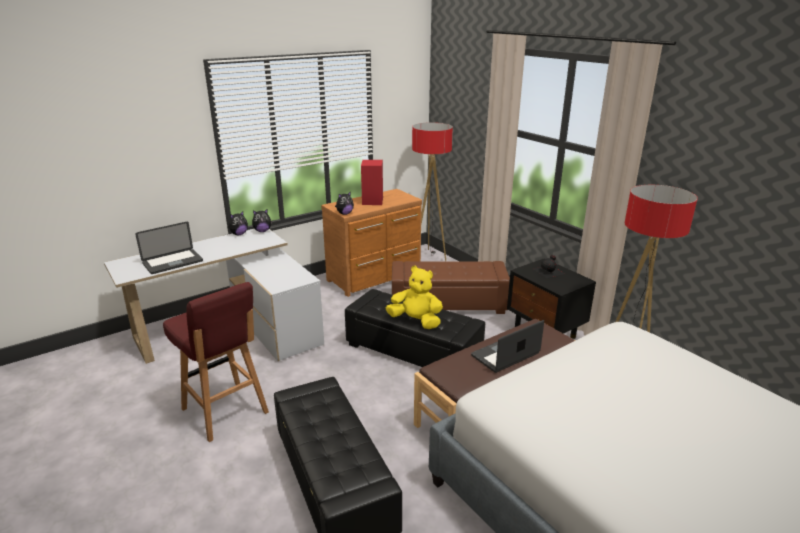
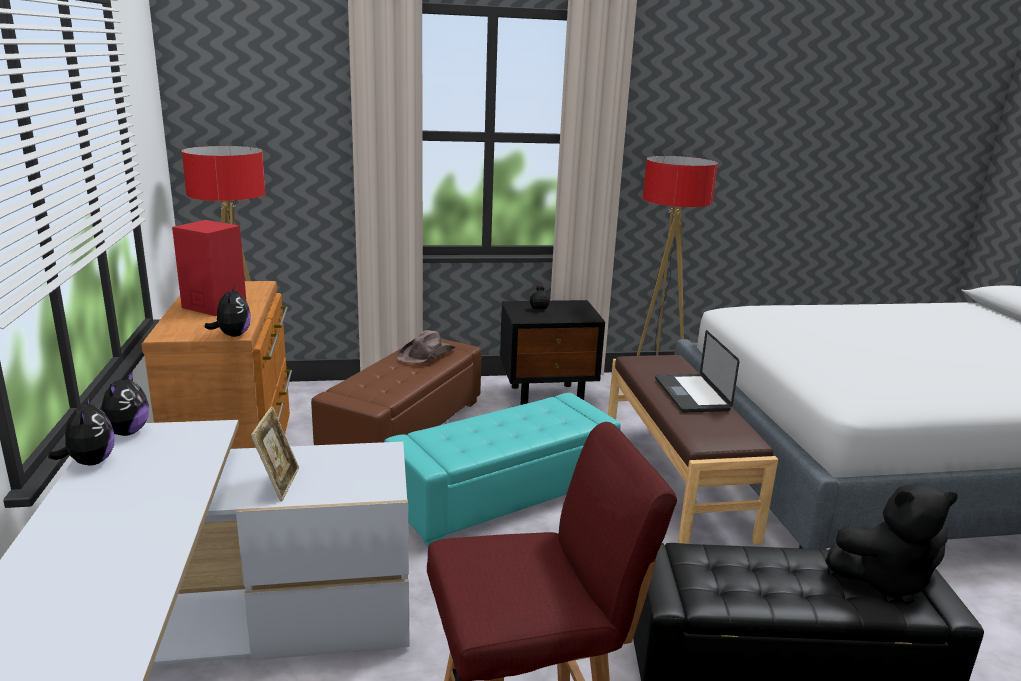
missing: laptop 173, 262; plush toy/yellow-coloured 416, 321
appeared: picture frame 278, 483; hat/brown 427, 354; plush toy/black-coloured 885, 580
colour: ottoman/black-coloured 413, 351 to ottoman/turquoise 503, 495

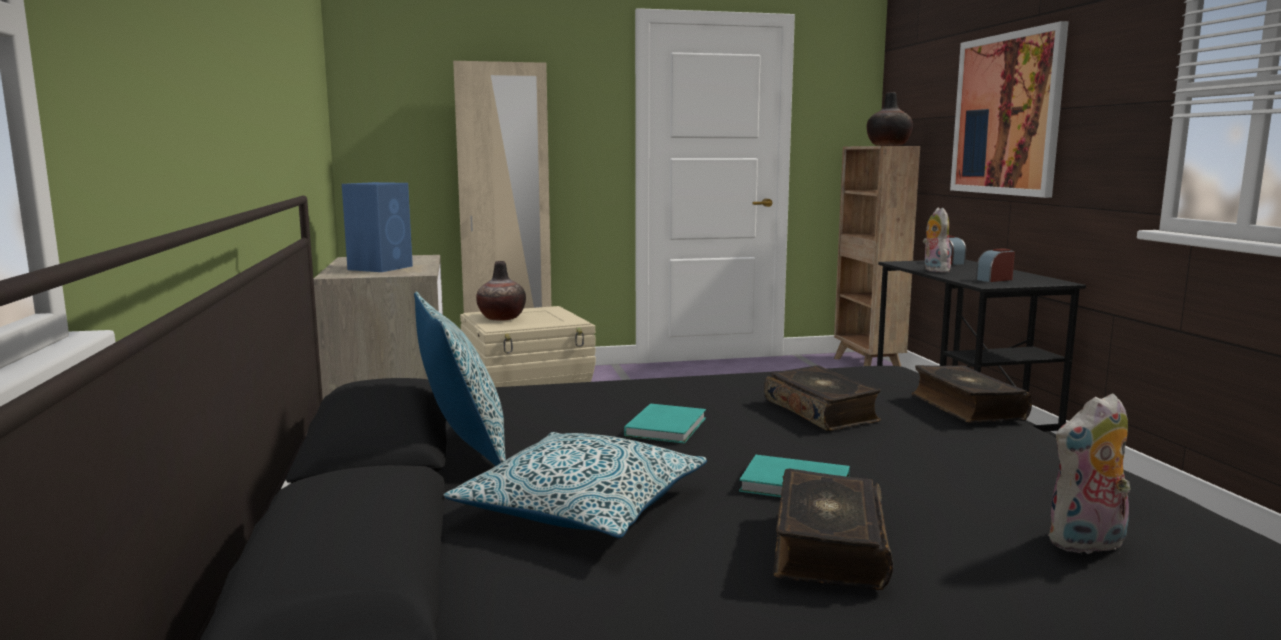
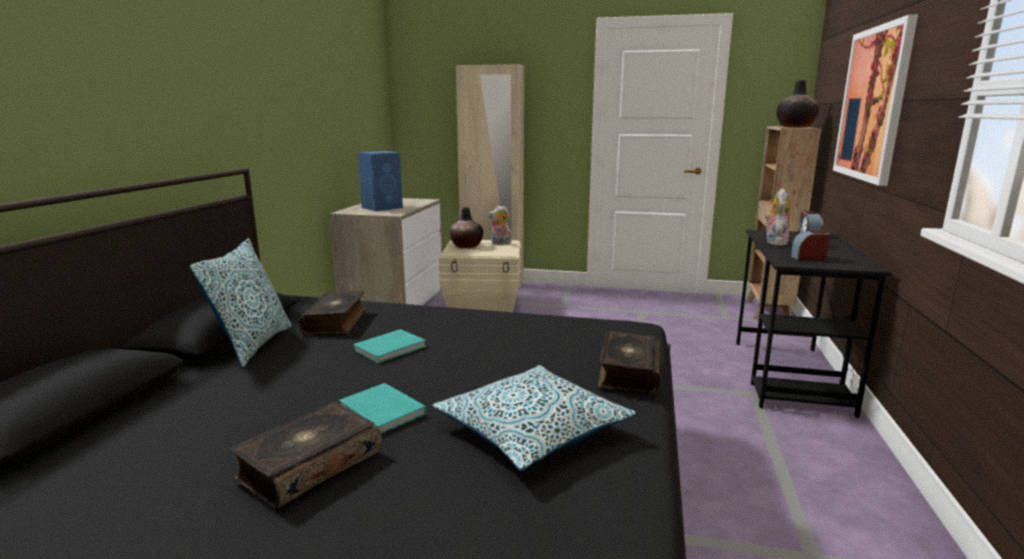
relocated: cushion 582, 507 to 532, 431; bound book 822, 411 to 336, 321; plush toy 1087, 544 to 500, 244

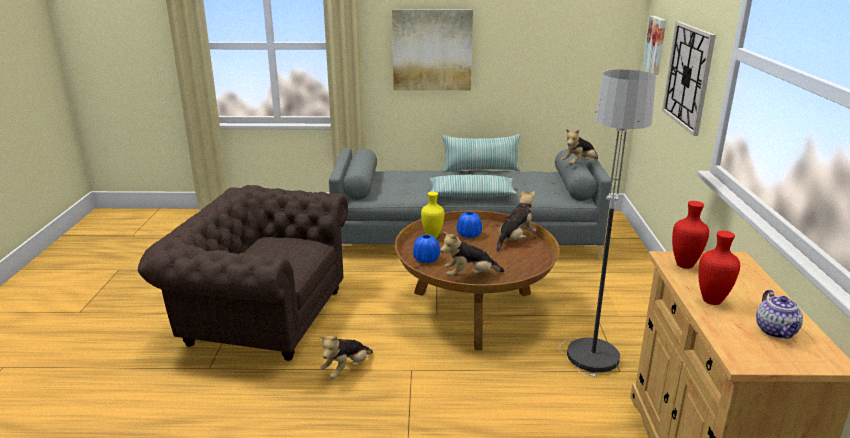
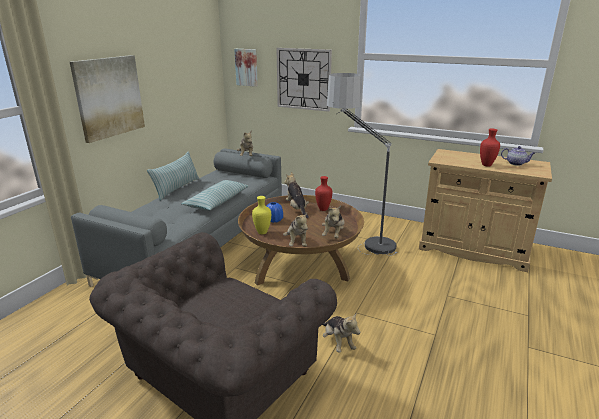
relocated: vase/red 683, 265 to 323, 209
exchanged: vase/blue-coloured 426, 259 to plush toy 296, 243

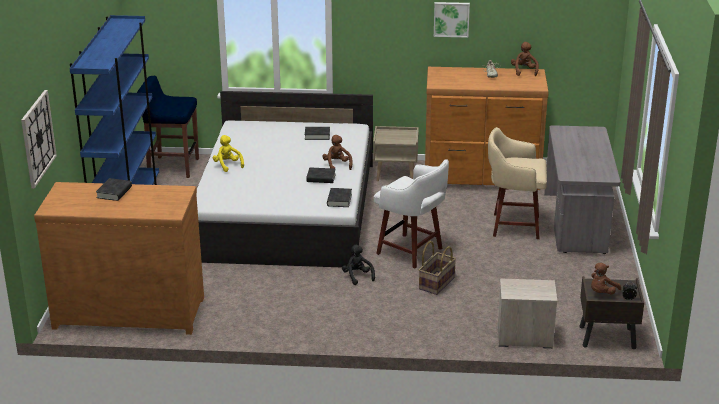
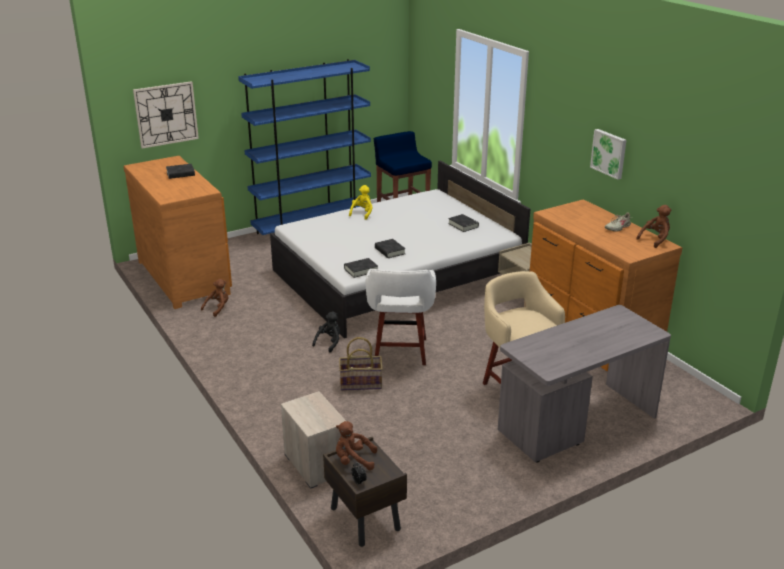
relocated: plush toy/brown 337, 165 to 218, 308

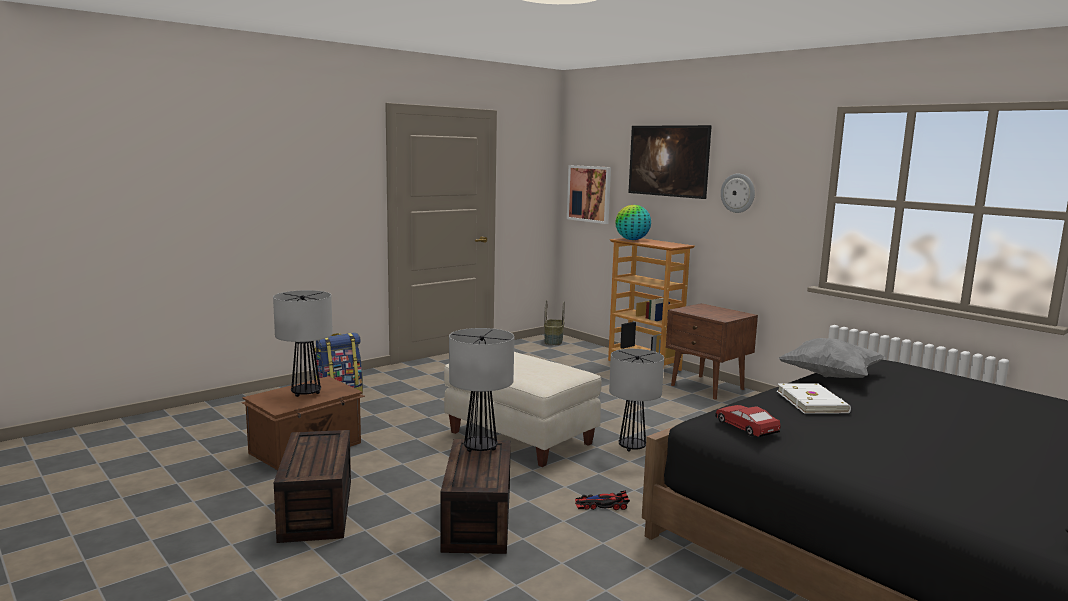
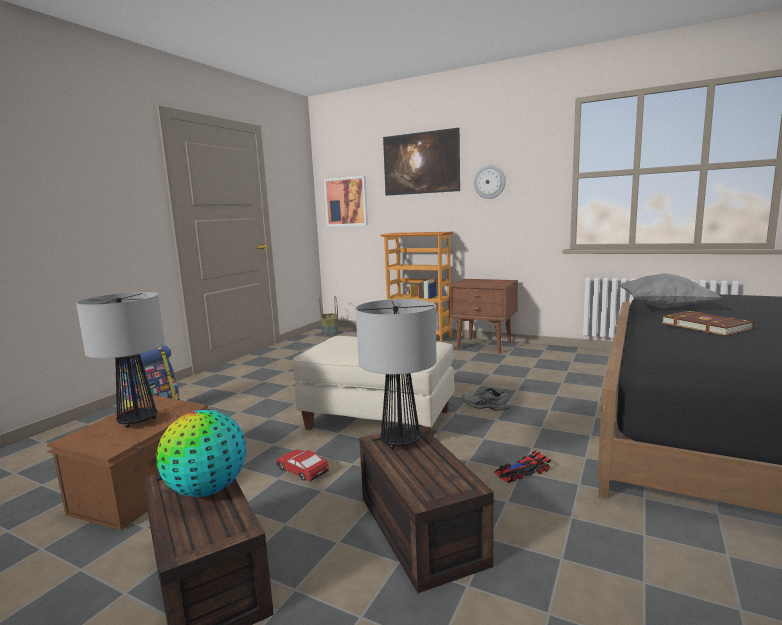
relocated: desk globe 632, 240 to 207, 490; miniature car 745, 427 to 302, 470
exchanged: lamp for a table 632, 447 to low shoe/greyish 484, 406
colour: bound book/white 813, 402 to bound book/brown 705, 326

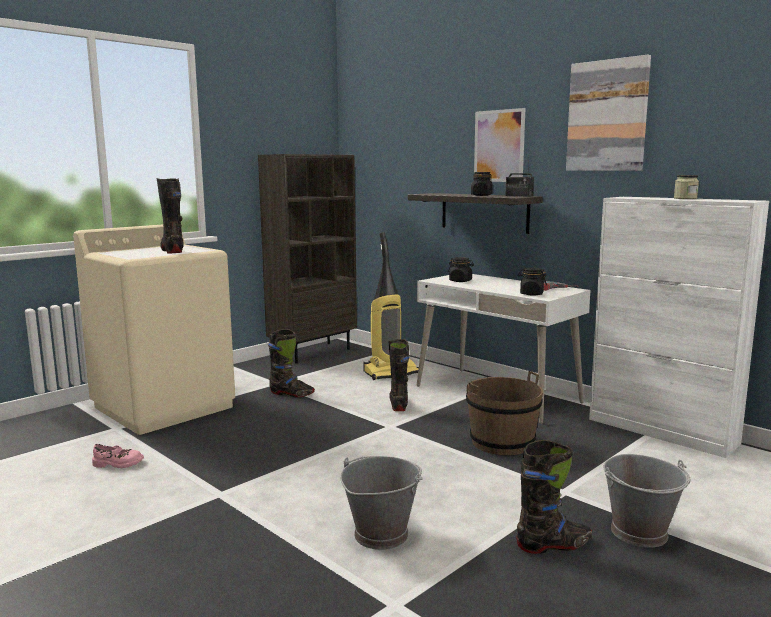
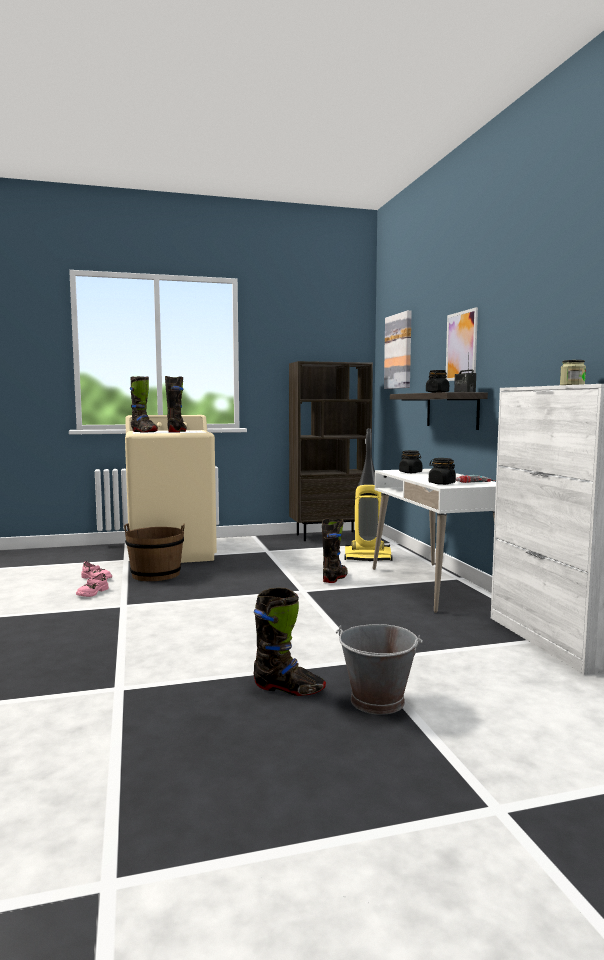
missing: water bucket/greyish 380, 534
appeared: low shoe/pinkish 92, 593
relocated: tall boot/black-coloured 291, 394 to 144, 432; water bucket/brown 502, 442 to 156, 574; wall art 607, 116 to 399, 351

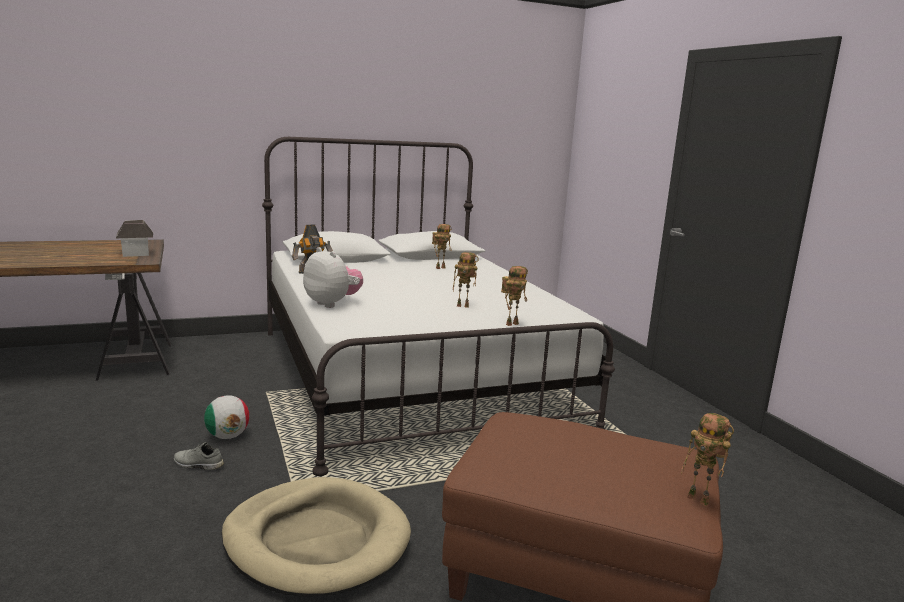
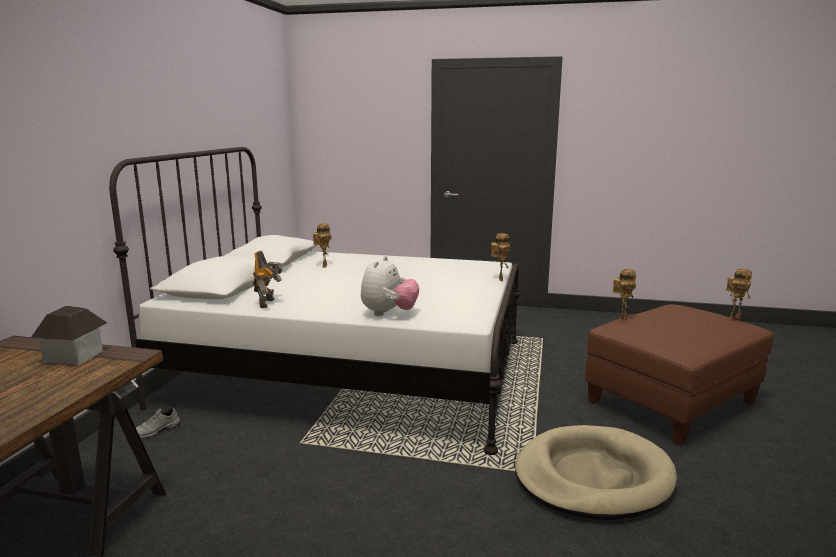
missing: football ball 227, 436
relocated: low shoe/greyish 197, 465 to 156, 431; model robot 463, 306 to 622, 318
spun: plush toy 332, 303 = 388, 313 120 degrees clockwise

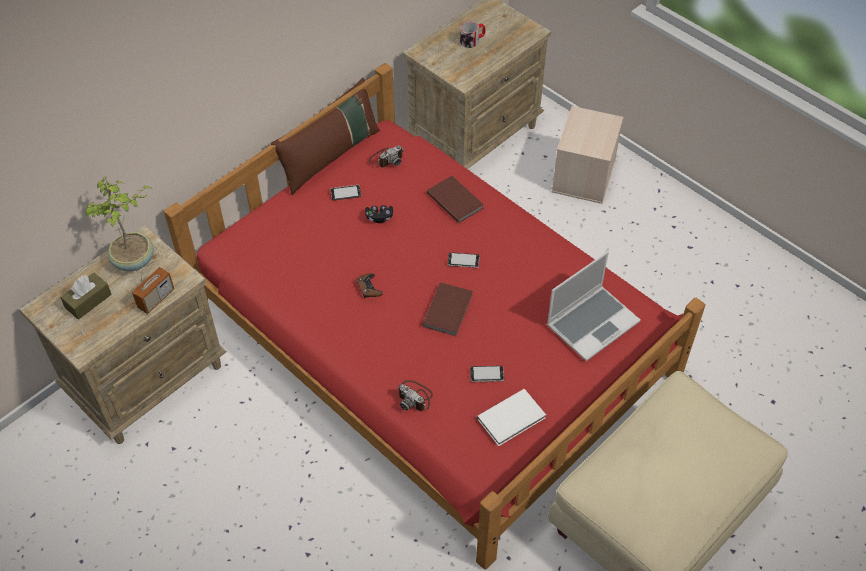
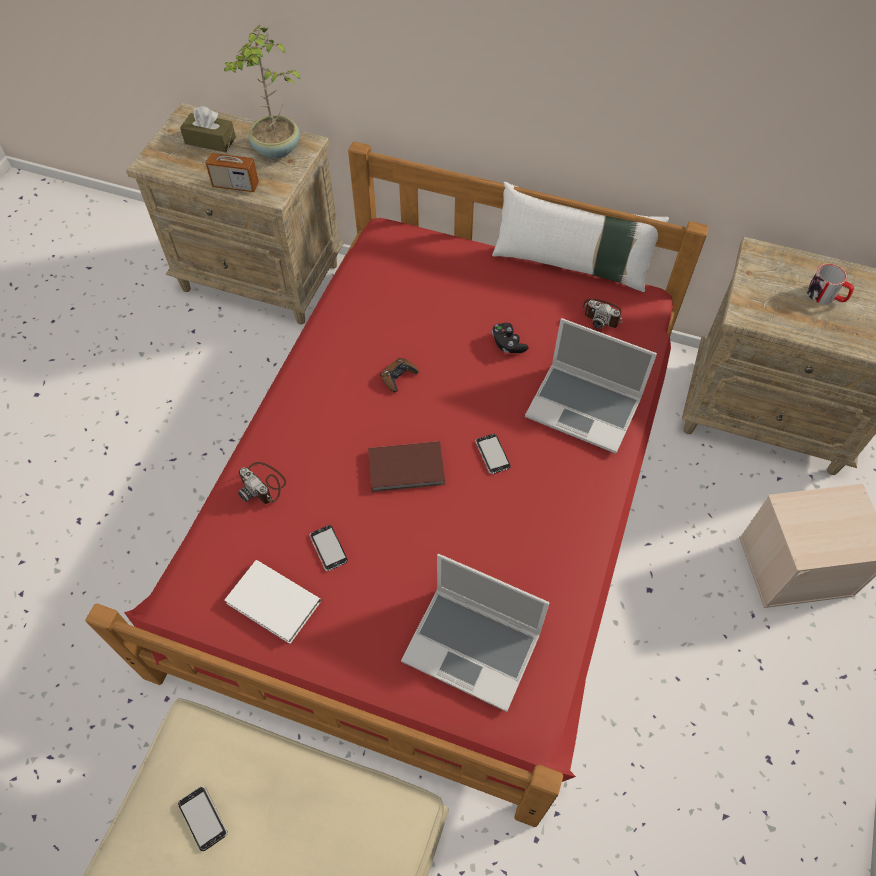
relocated: phone 345, 193 to 203, 818
exchanged: bound book/brown 455, 200 to laptop 585, 408
colour: cushion/brown 330, 156 to cushion/white 571, 265
spun: still camera 415, 397 = 263, 484 60 degrees counterclockwise

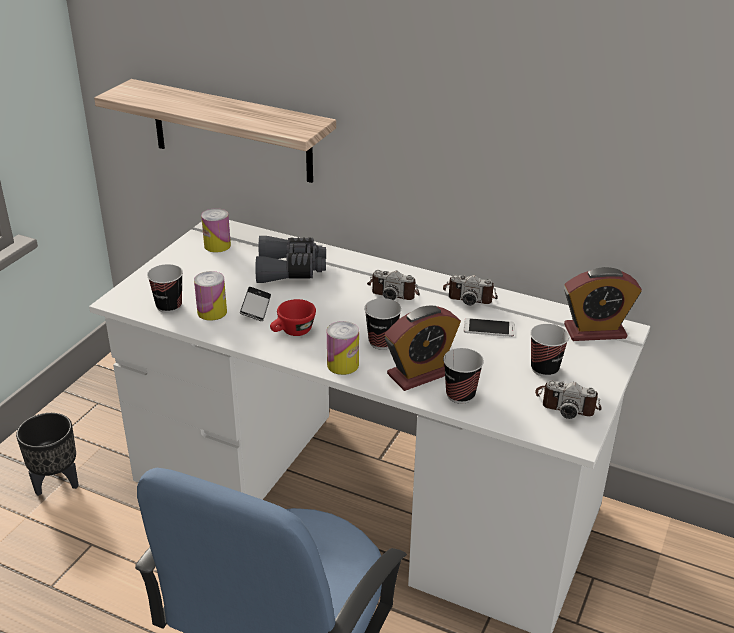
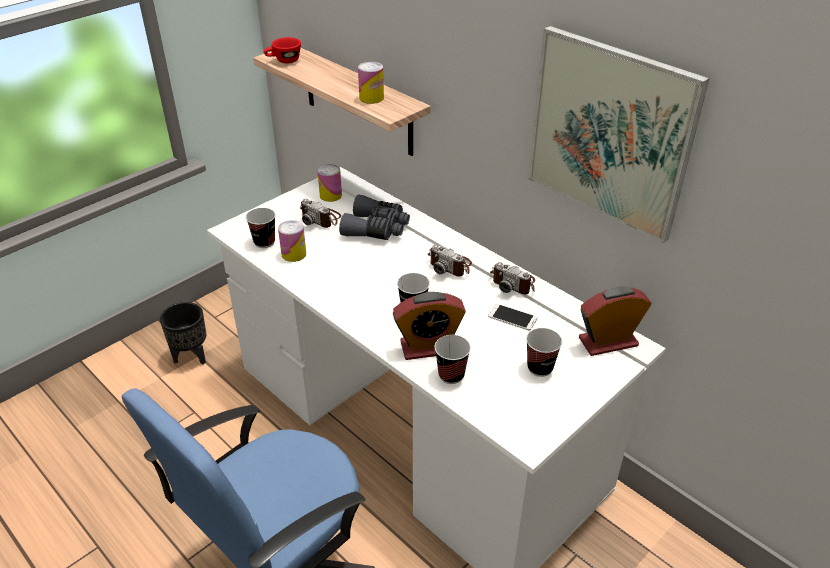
missing: phone 255, 307
appeared: wall art 609, 133
relocated: drinking cup/red 292, 332 to 284, 61; sealed can 343, 365 to 371, 98; still camera 567, 403 to 321, 218
spun: table clock 595, 331 = 608, 342 150 degrees clockwise

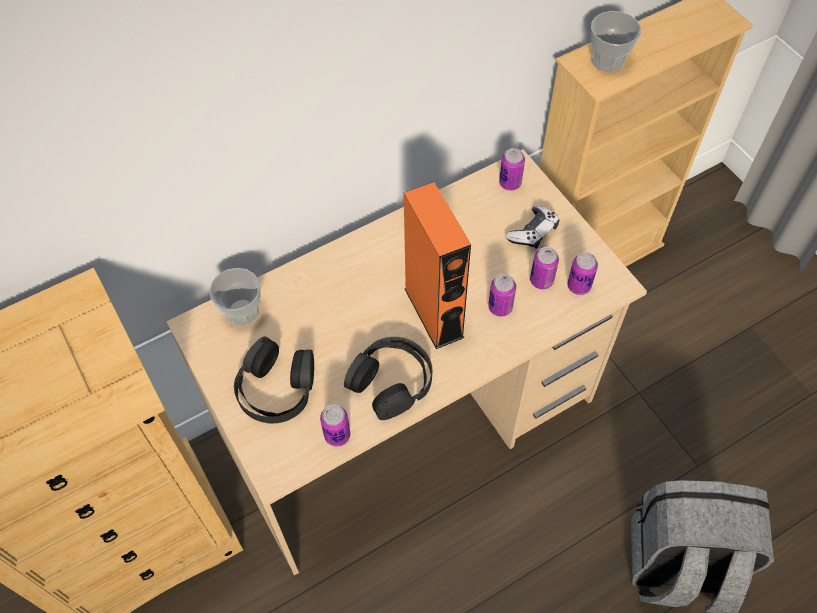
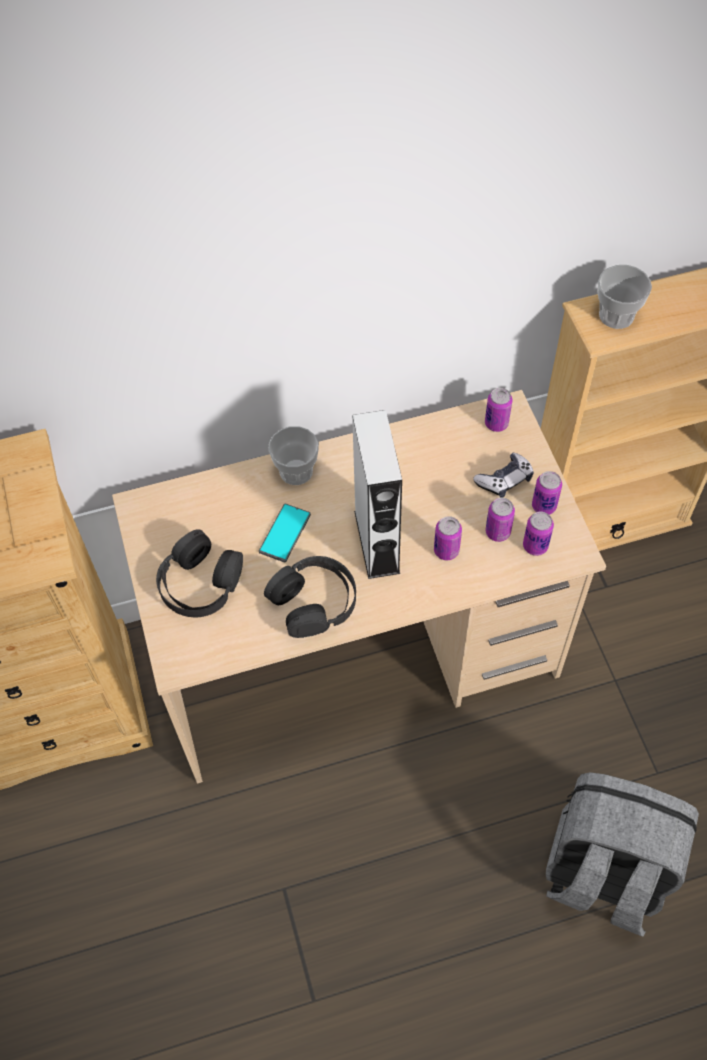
appeared: phone 285, 533
relocated: drinking cup 242, 311 to 296, 471; sealed can 337, 435 to 544, 506
colour: speaker/orange 433, 313 to speaker/greyish 376, 542

